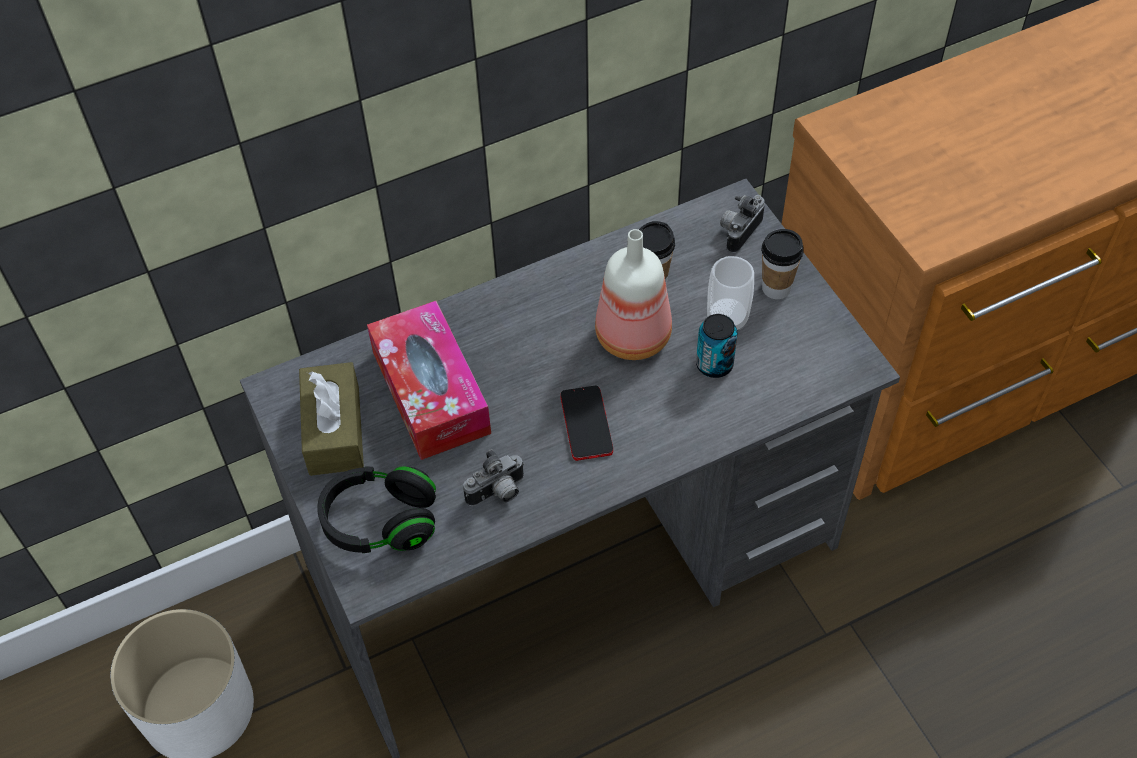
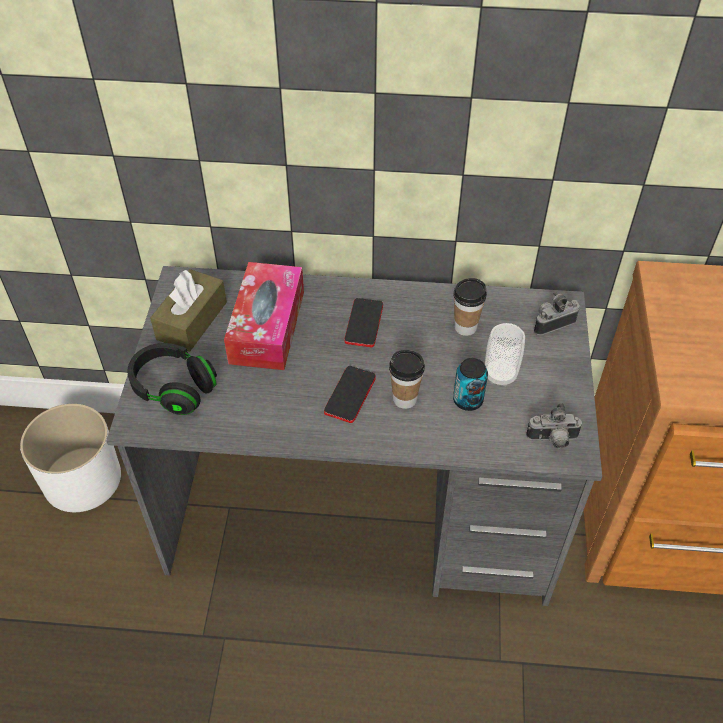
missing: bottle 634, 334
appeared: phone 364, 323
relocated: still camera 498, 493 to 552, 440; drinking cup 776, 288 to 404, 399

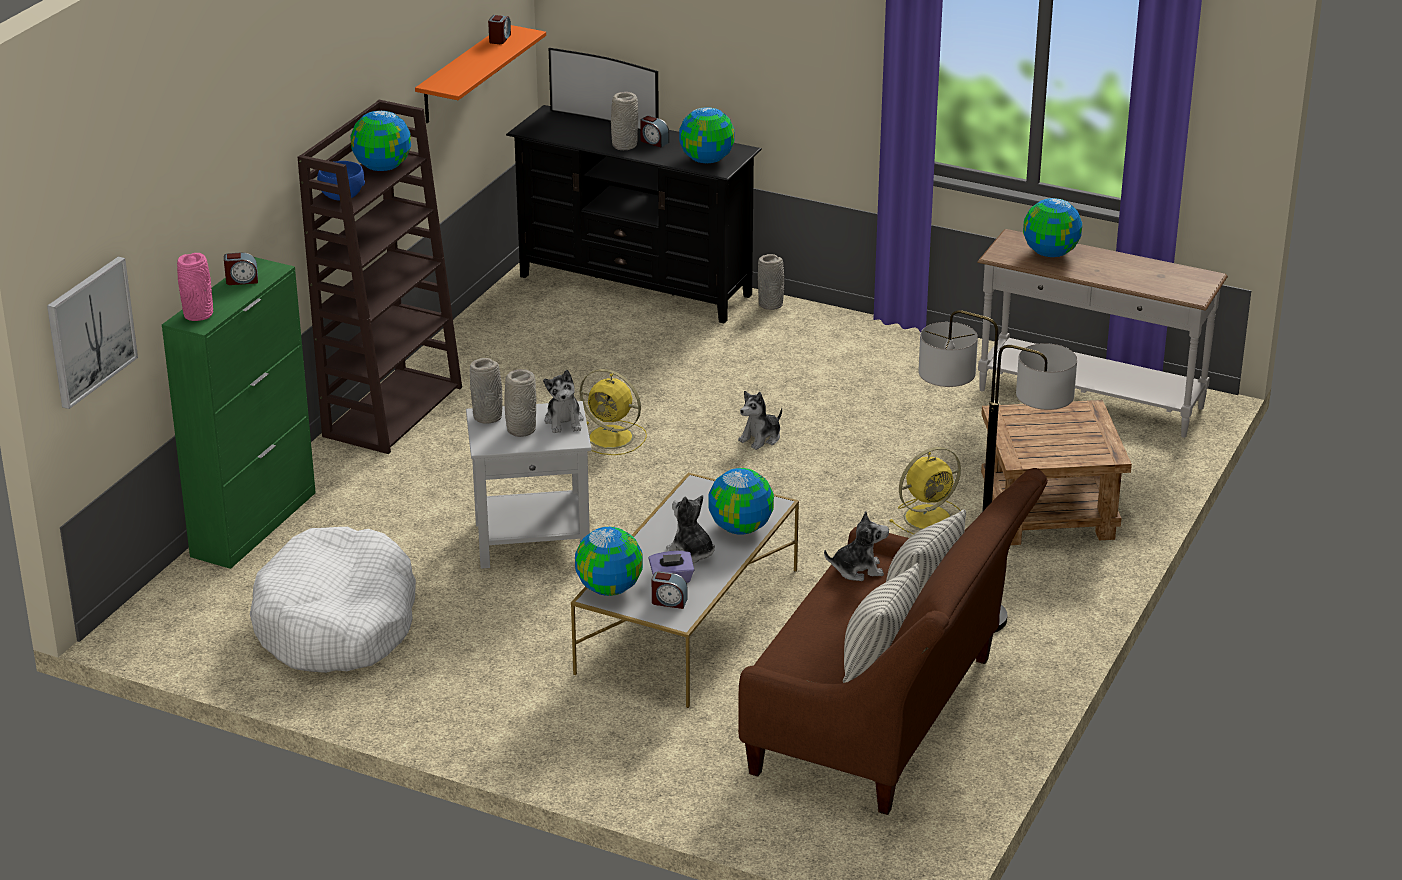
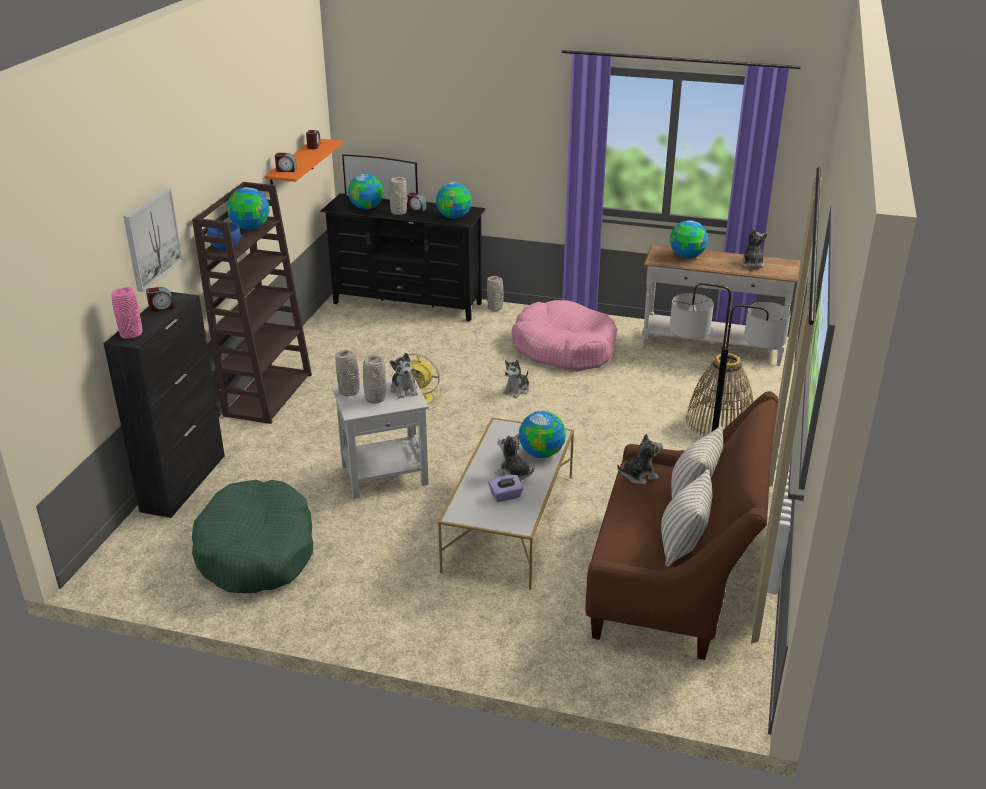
missing: cooling fan/yellow-coloured 929, 517
appeared: dog bed/pinkish 564, 348; plush toy 752, 264
relocated: wall art 90, 331 to 152, 239; desk globe 609, 588 to 366, 207; table clock 669, 601 to 286, 170
exchanged: end table/brown 1050, 513 to basket 719, 422
colour: cupboard/greenish 254, 524 to cupboard/black-coloured 184, 482; dog bed/white 337, 623 to dog bed/greenish 257, 552

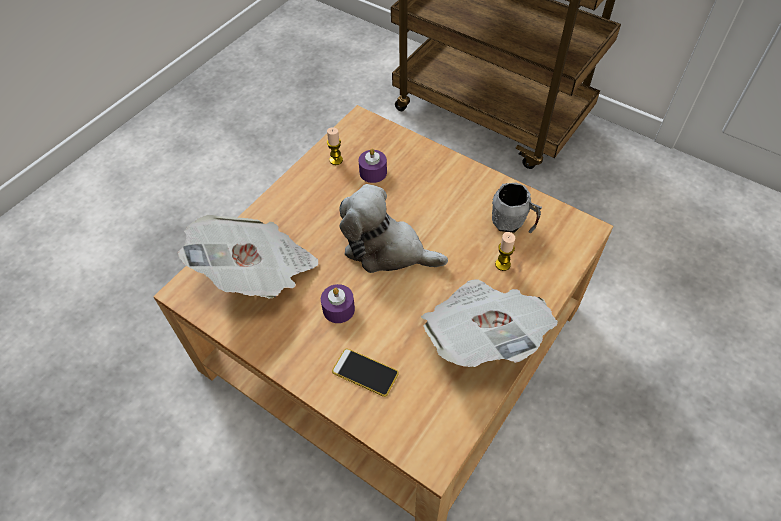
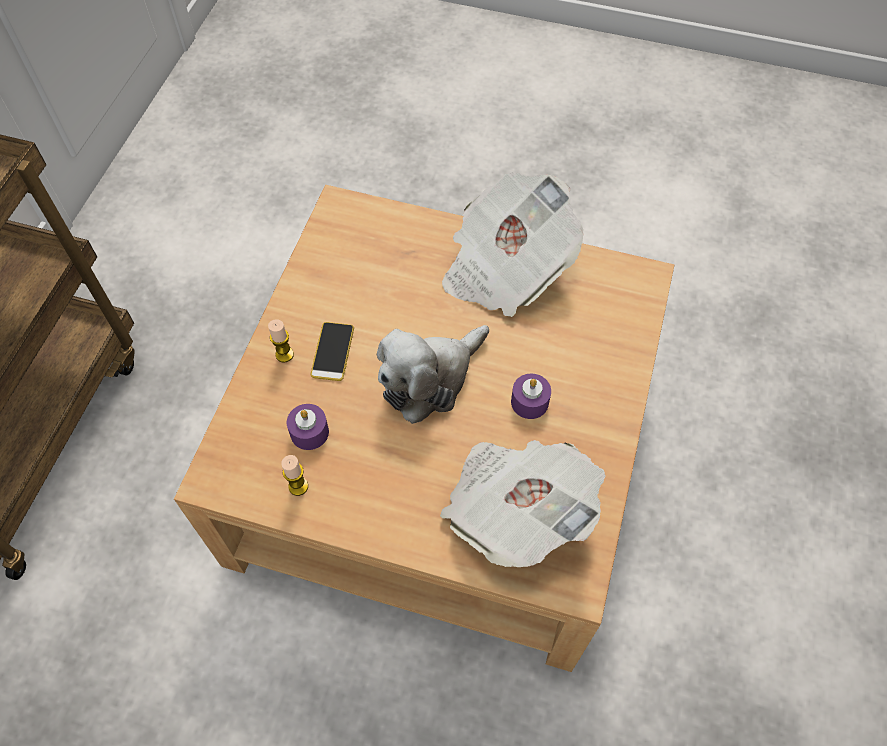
missing: coffee mug/greyish 513, 224
relocated: phone 365, 372 to 332, 351; candle 502, 264 to 284, 354
spun: plush toy 387, 249 = 430, 379 45 degrees clockwise

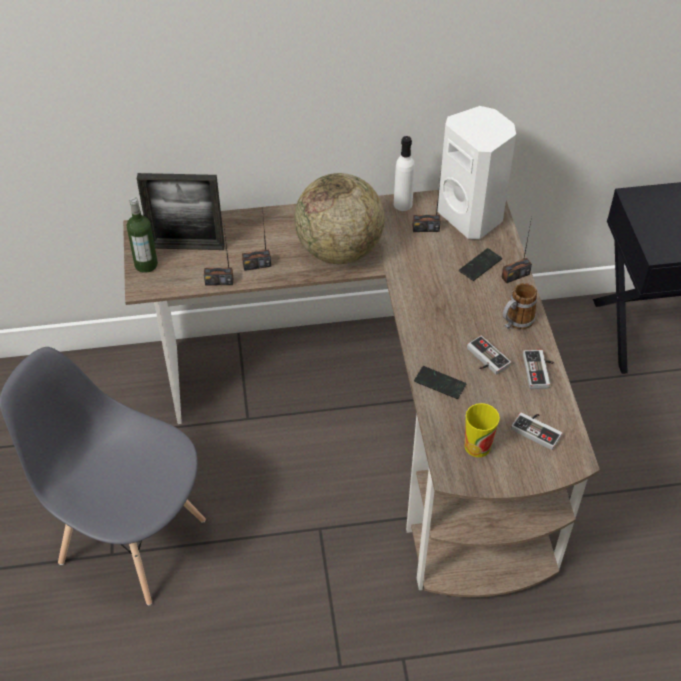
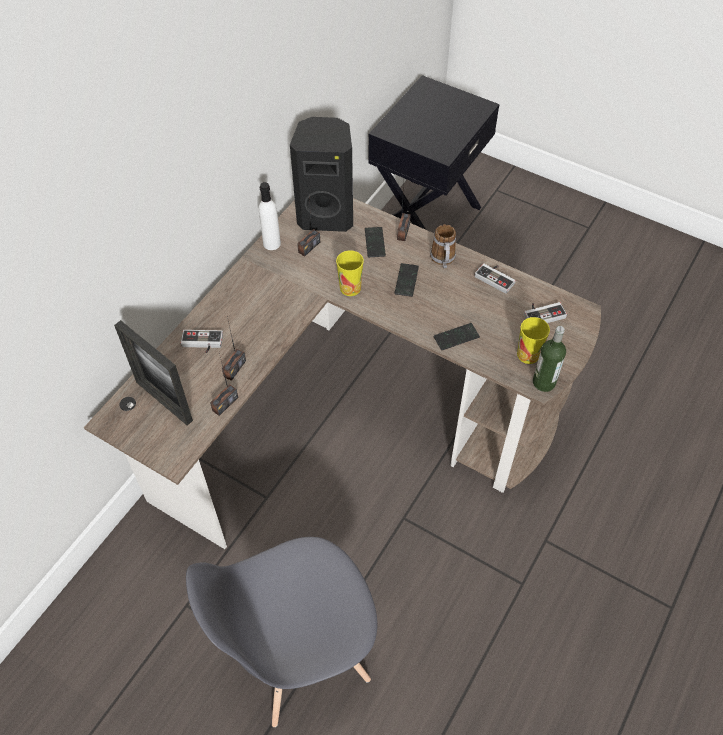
missing: desk globe 339, 250
appeared: drinking cup 350, 288; phone 406, 280
relocated: bottle 146, 264 to 544, 382; game controller 484, 359 to 202, 344
colour: speaker/white 472, 216 to speaker/black-coloured 326, 215
spun: picture frame 187, 246 = 164, 401 90 degrees clockwise

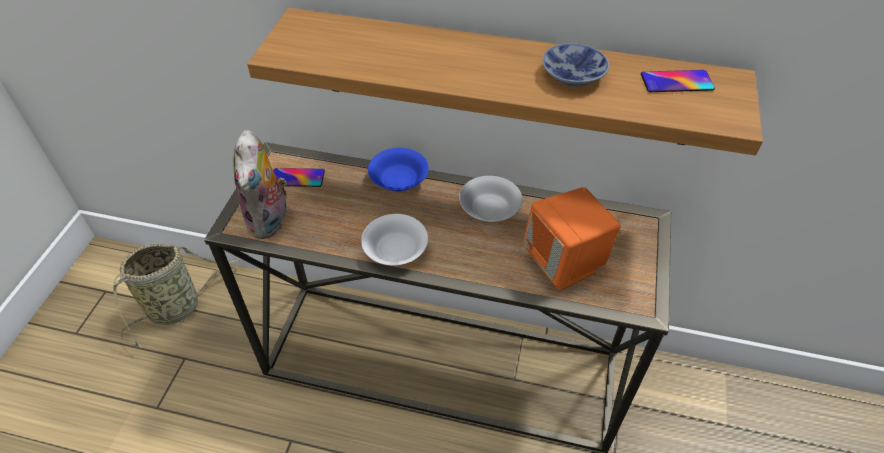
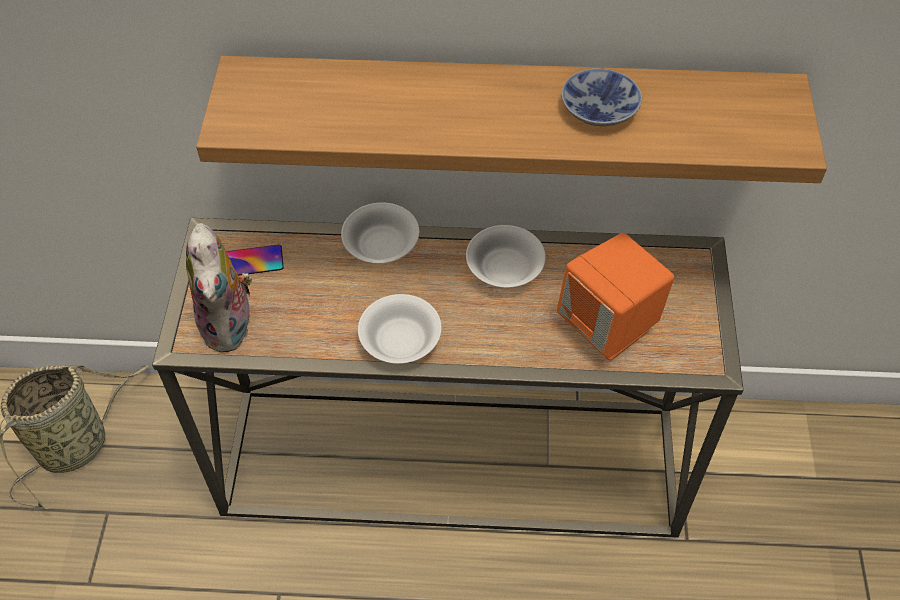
missing: phone 677, 82
colour: deep dish/blue-coloured 399, 179 to deep dish/white 382, 245

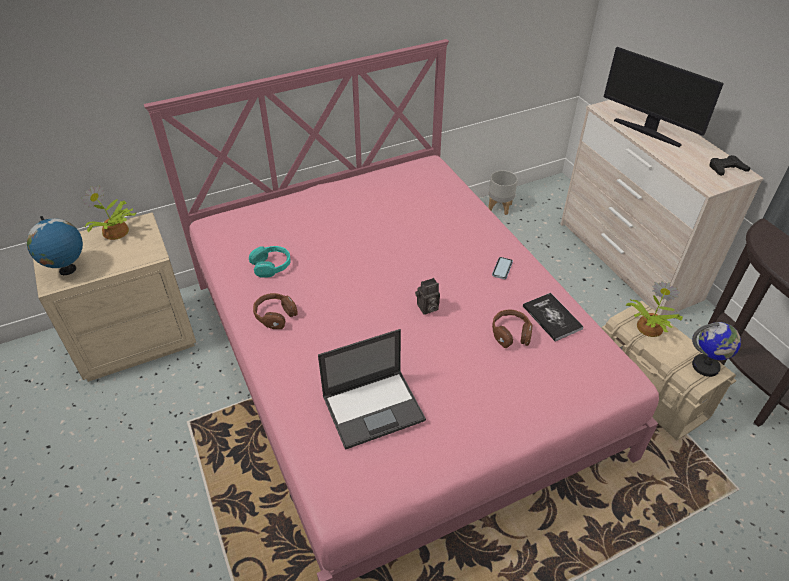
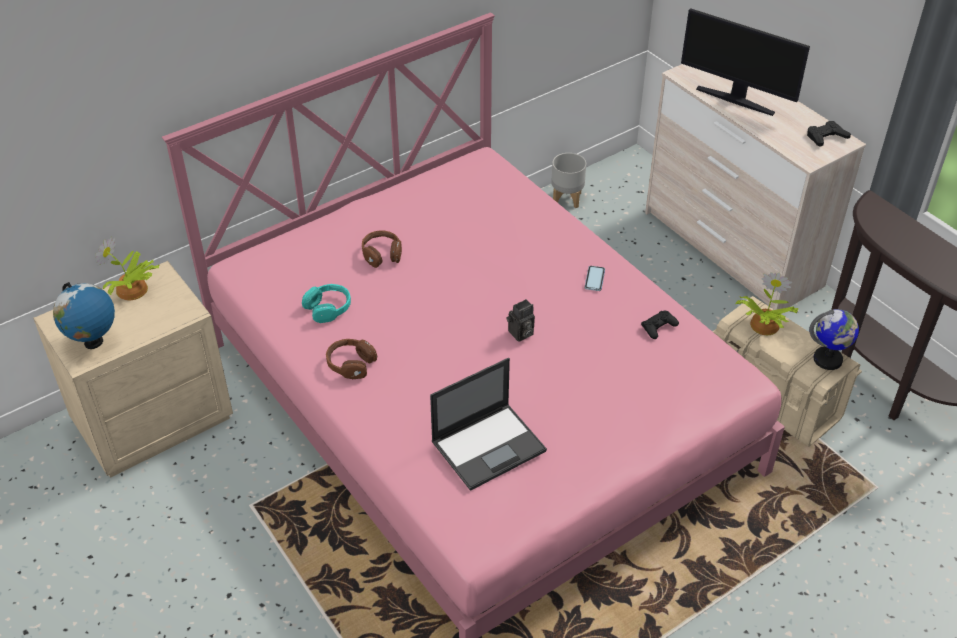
relocated: headset/brown 510, 333 to 382, 254
exchanged: bound book 552, 317 to game controller/black-coloured 658, 327

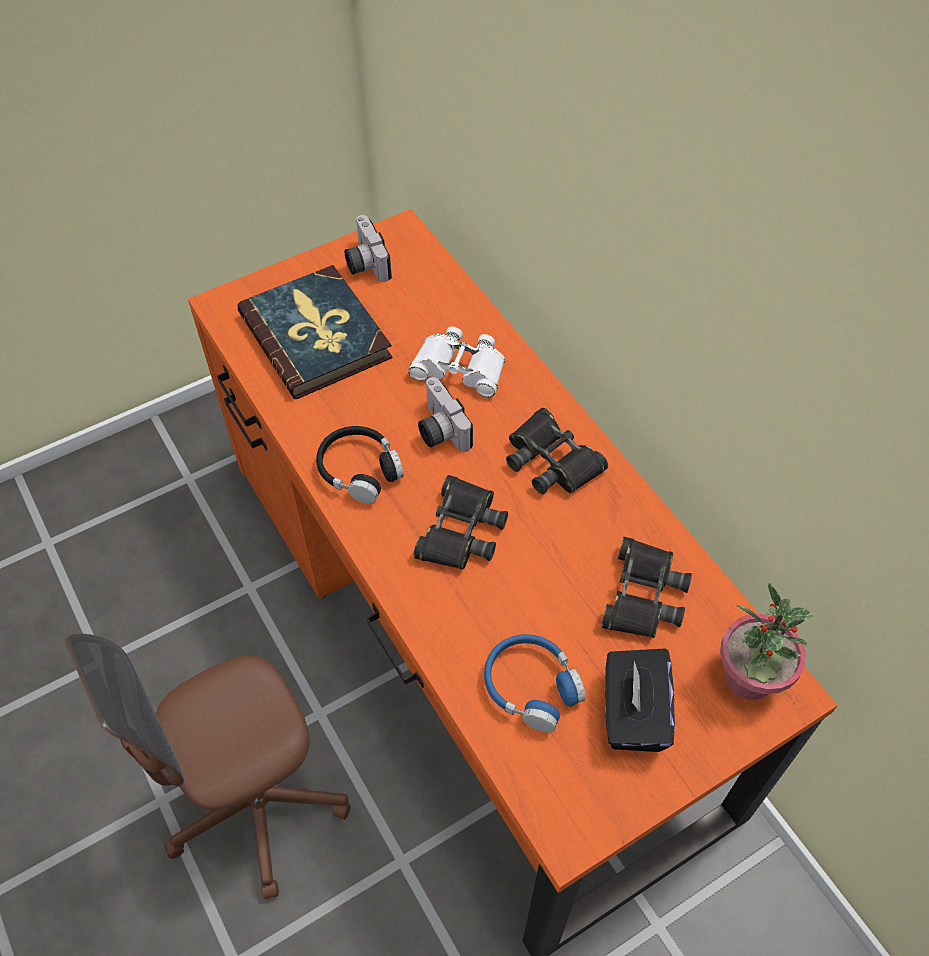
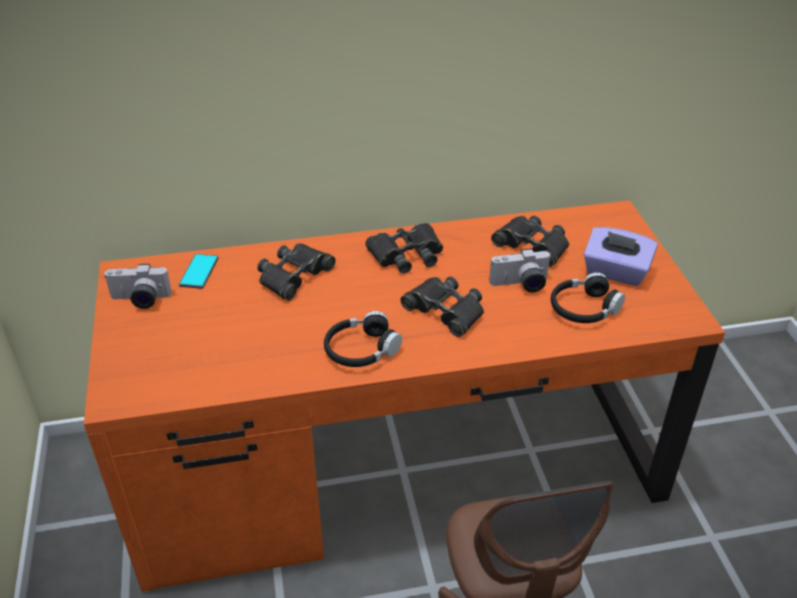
missing: bound book 316, 336; houseplant 749, 678
appeared: phone 199, 272
relocated: still camera 438, 430 to 520, 285
colour: pair of binoculars/white 459, 368 to pair of binoculars/black-coloured 294, 276; headset/blue-coloured 531, 686 to headset/black-coloured 584, 308; box of tissues/black-coloured 633, 713 to box of tissues/purple-coloured 615, 272

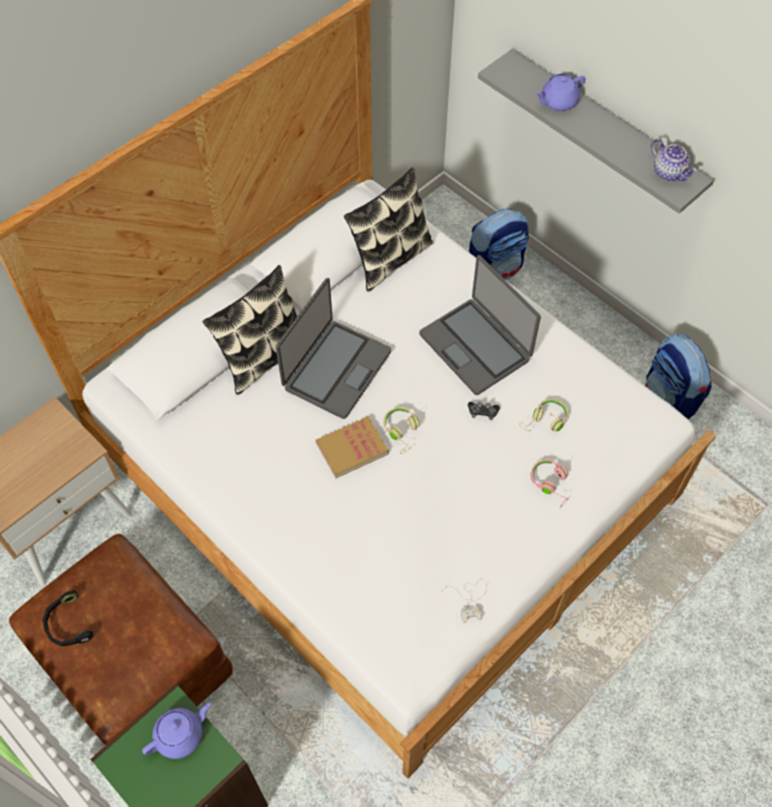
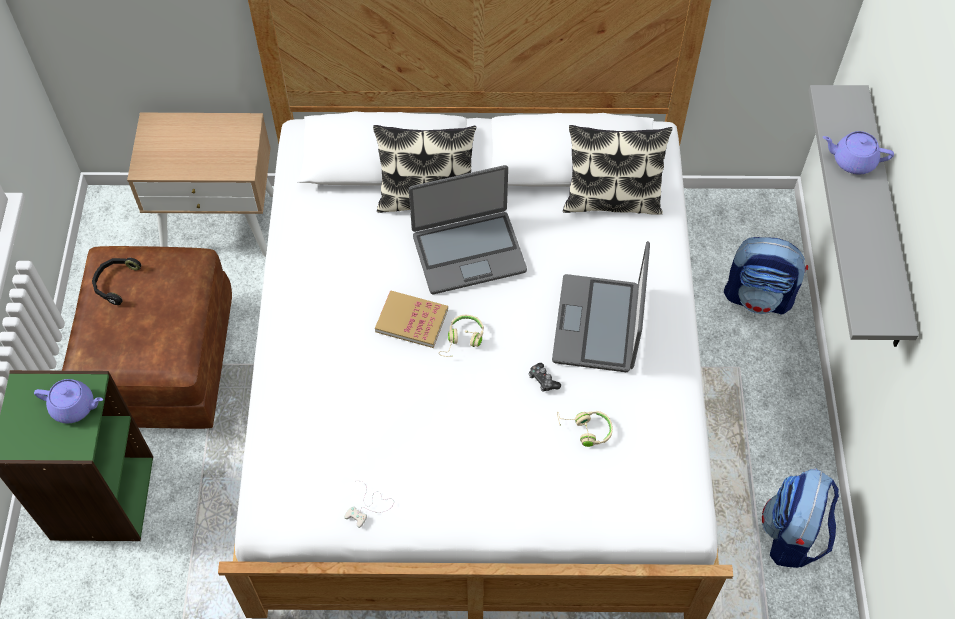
missing: headset/pinkish 551, 484; teapot 669, 172

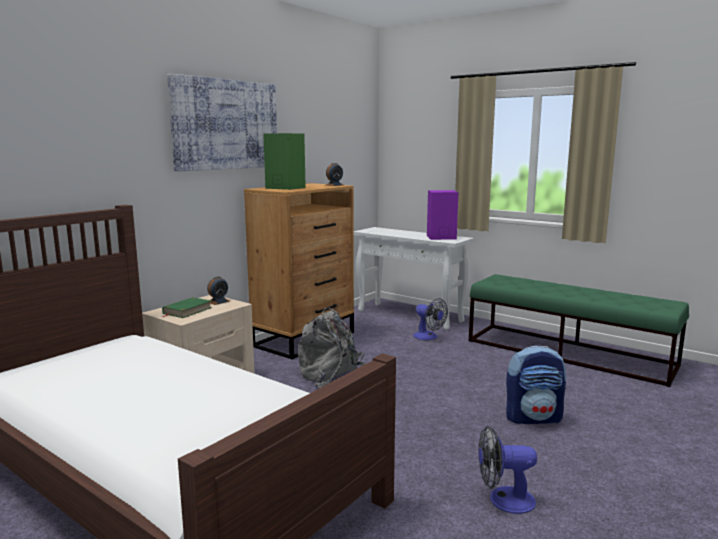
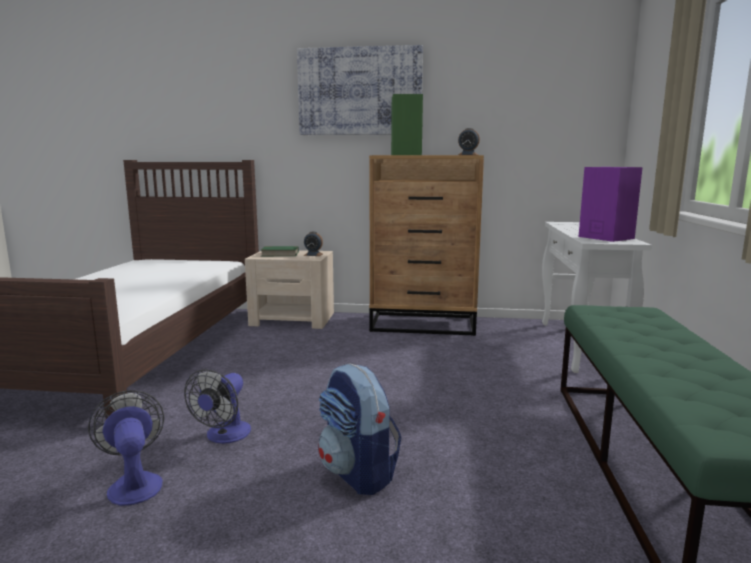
missing: backpack/greyish 333, 374
relocated: cooling fan 428, 337 to 224, 436

